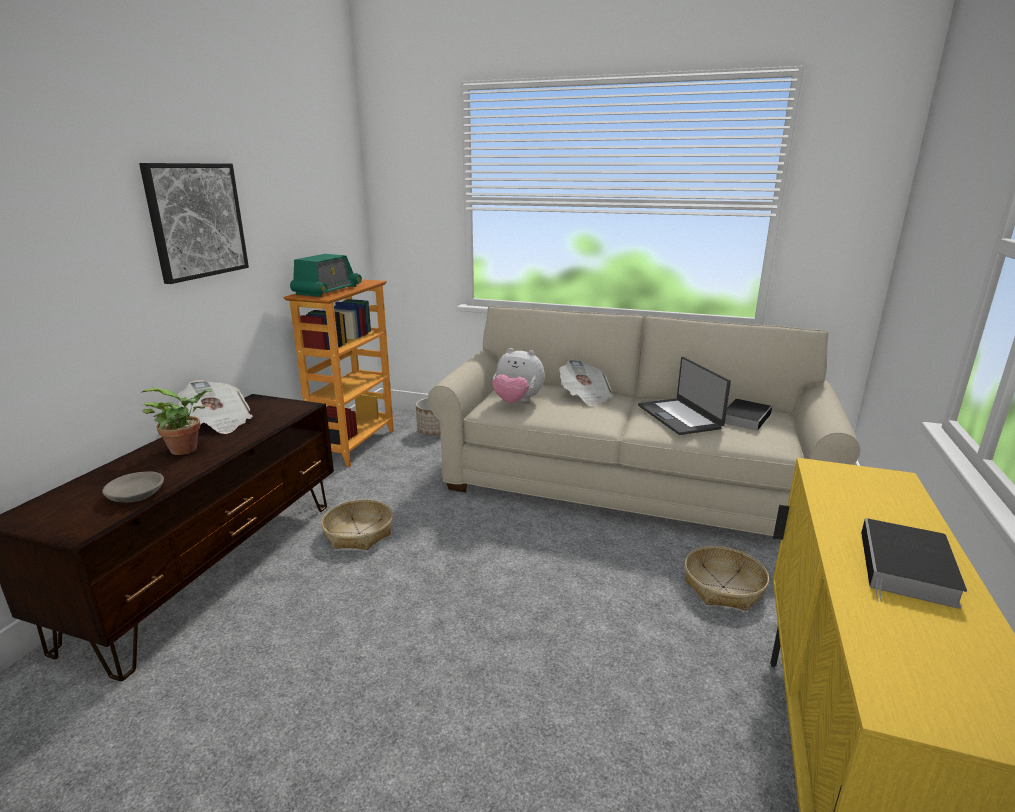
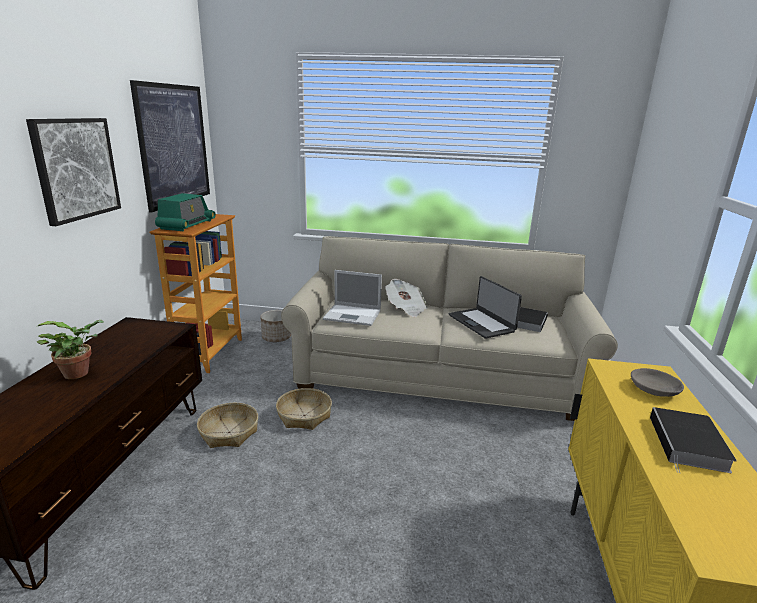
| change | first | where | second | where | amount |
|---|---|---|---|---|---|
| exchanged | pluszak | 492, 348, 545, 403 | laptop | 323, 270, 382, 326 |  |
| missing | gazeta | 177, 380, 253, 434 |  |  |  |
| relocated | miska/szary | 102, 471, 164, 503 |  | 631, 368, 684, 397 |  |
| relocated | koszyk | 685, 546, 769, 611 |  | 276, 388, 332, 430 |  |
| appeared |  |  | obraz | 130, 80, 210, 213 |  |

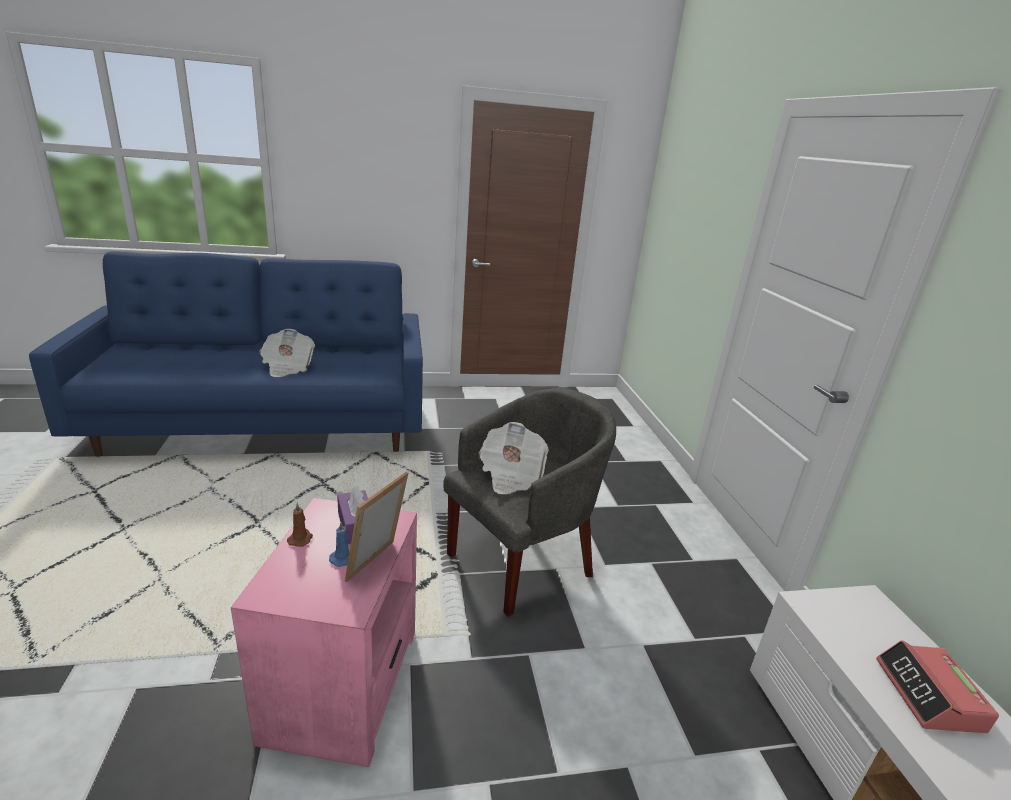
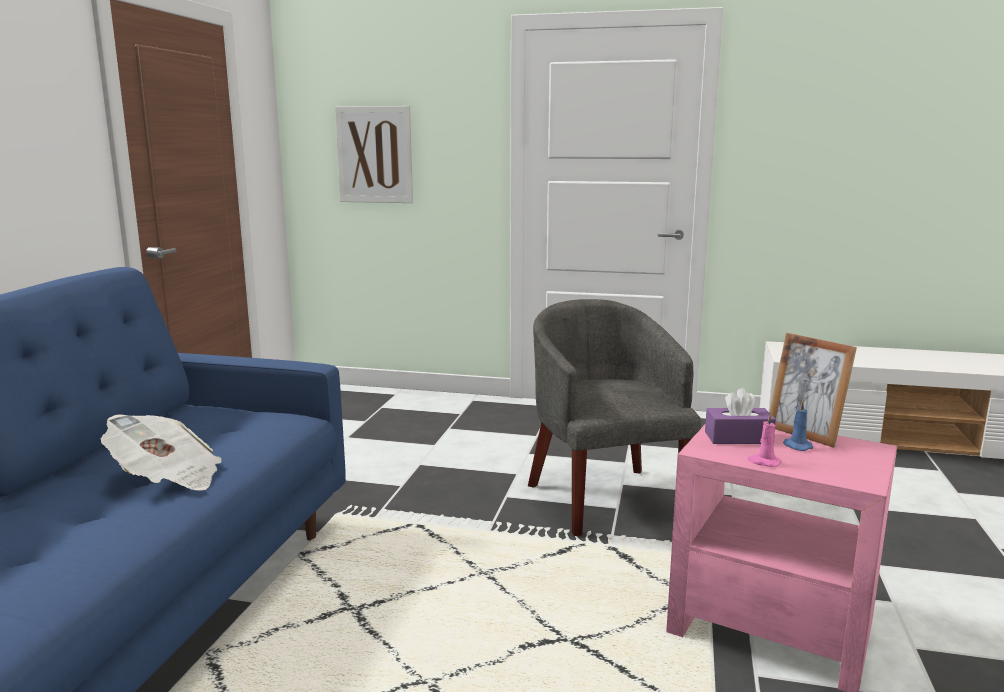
| change | first | where | second | where | amount |
|---|---|---|---|---|---|
| missing | gazeta | 479, 422, 549, 494 |  |  |  |
| colour | świeca/brązowy | 287, 503, 313, 547 | świeca/różowy | 747, 413, 782, 467 |  |
| missing | budzik | 876, 640, 999, 733 |  |  |  |
| appeared |  |  | obraz | 335, 106, 413, 203 |  |

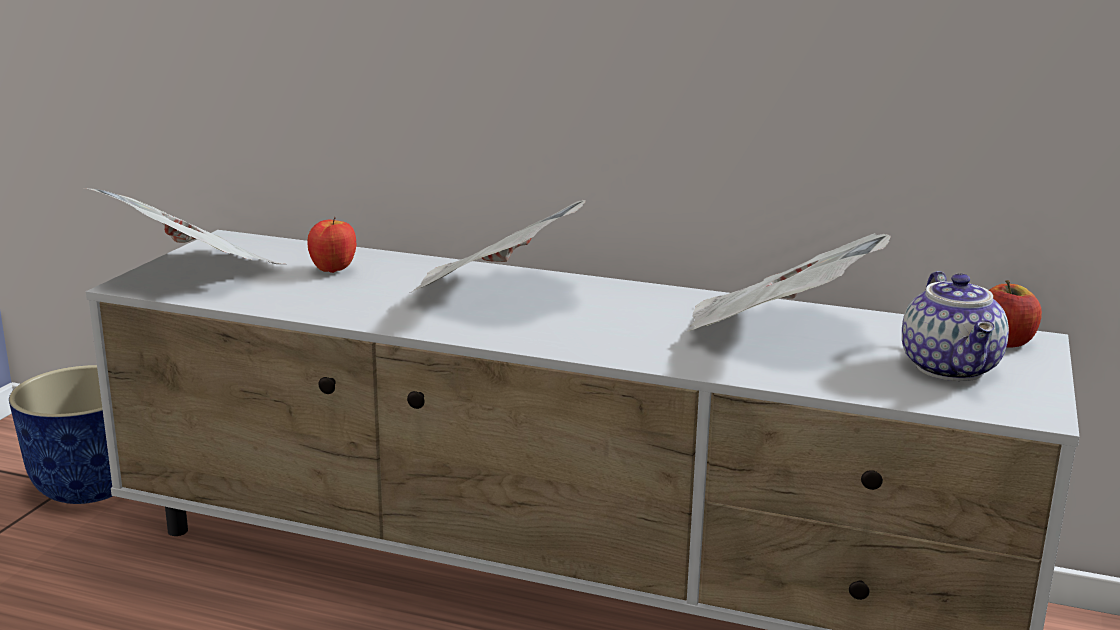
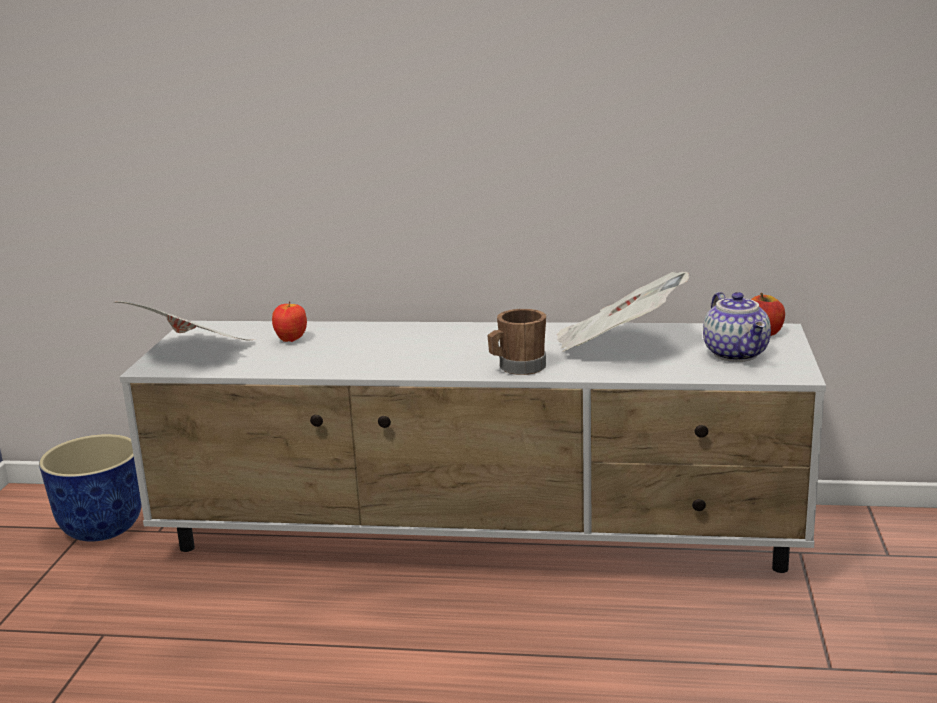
| change | first | where | second | where | amount |
|---|---|---|---|---|---|
| missing | gazeta | 410, 200, 586, 293 |  |  |  |
| appeared |  |  | kubek/brązowy | 487, 309, 546, 375 |  |

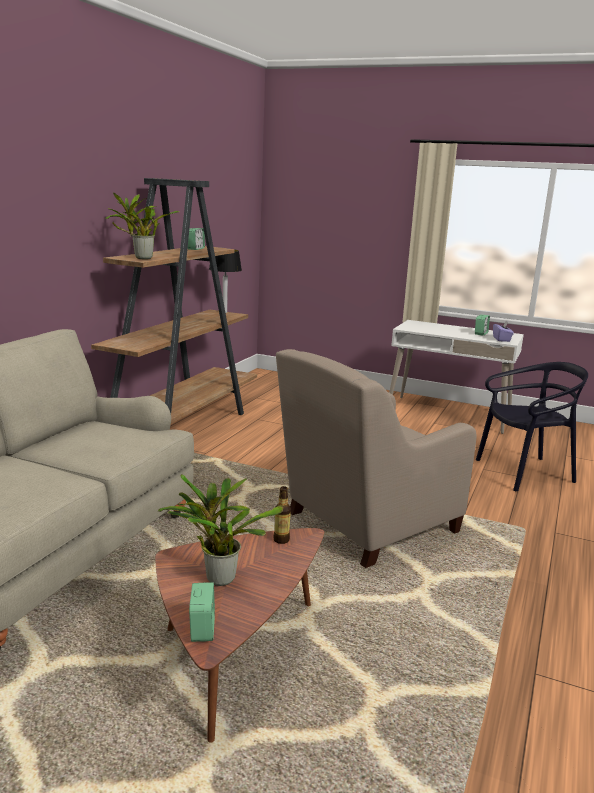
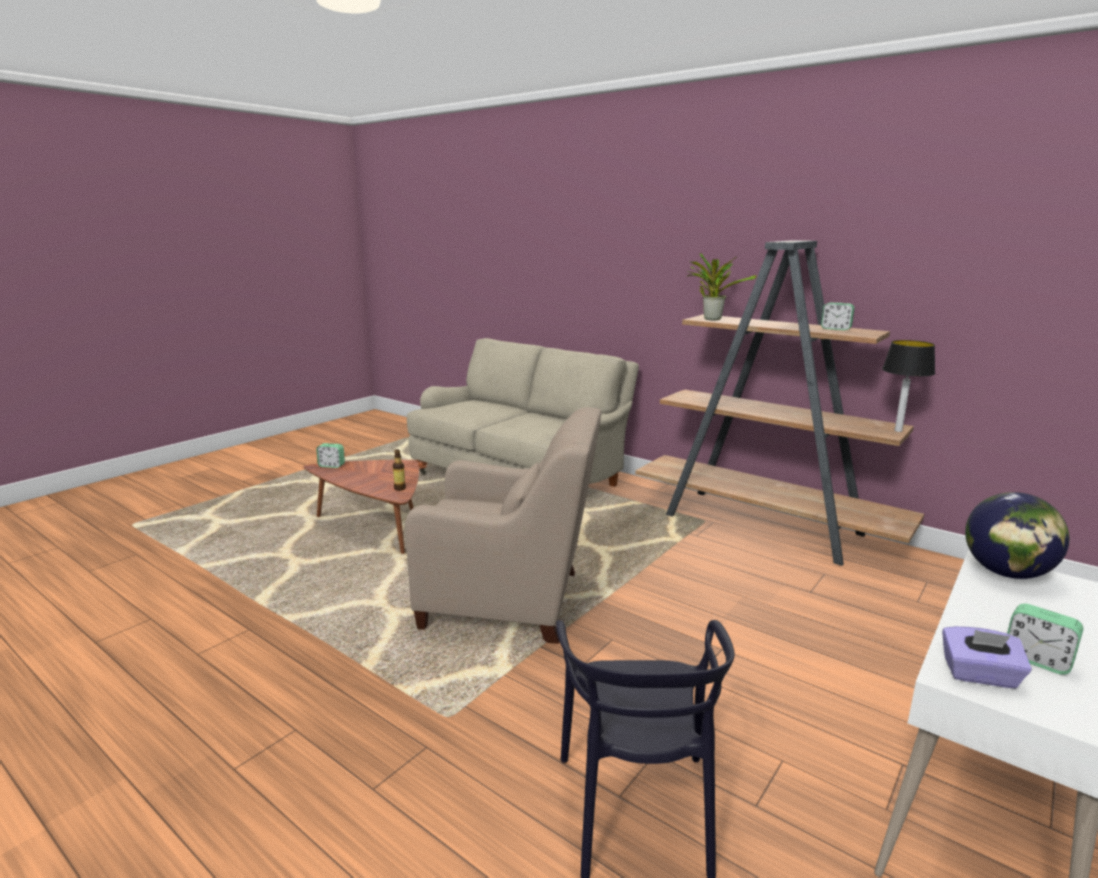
| change | first | where | second | where | amount |
|---|---|---|---|---|---|
| spun | fotel/beżowy | 276, 349, 476, 568 |  | 405, 407, 601, 644 | 120 degrees clockwise |
| missing | roślina doniczkowa | 158, 474, 283, 586 |  |  |  |
| appeared |  |  | globus | 965, 492, 1069, 579 |  |

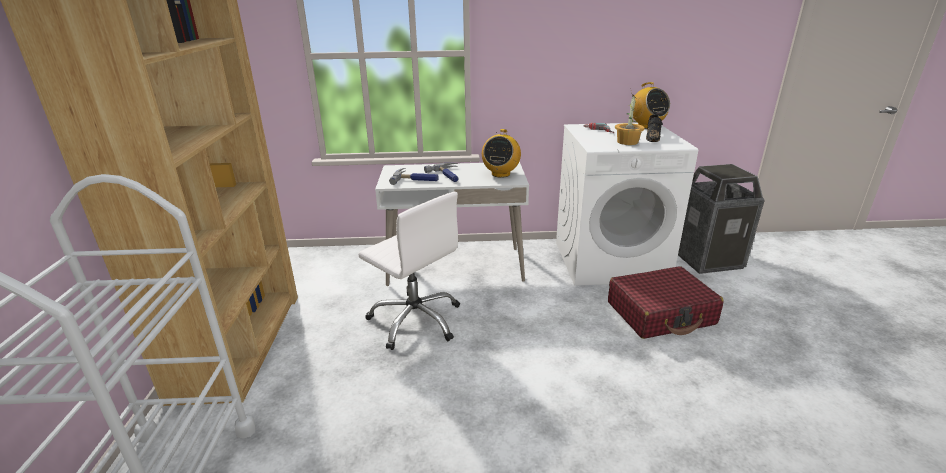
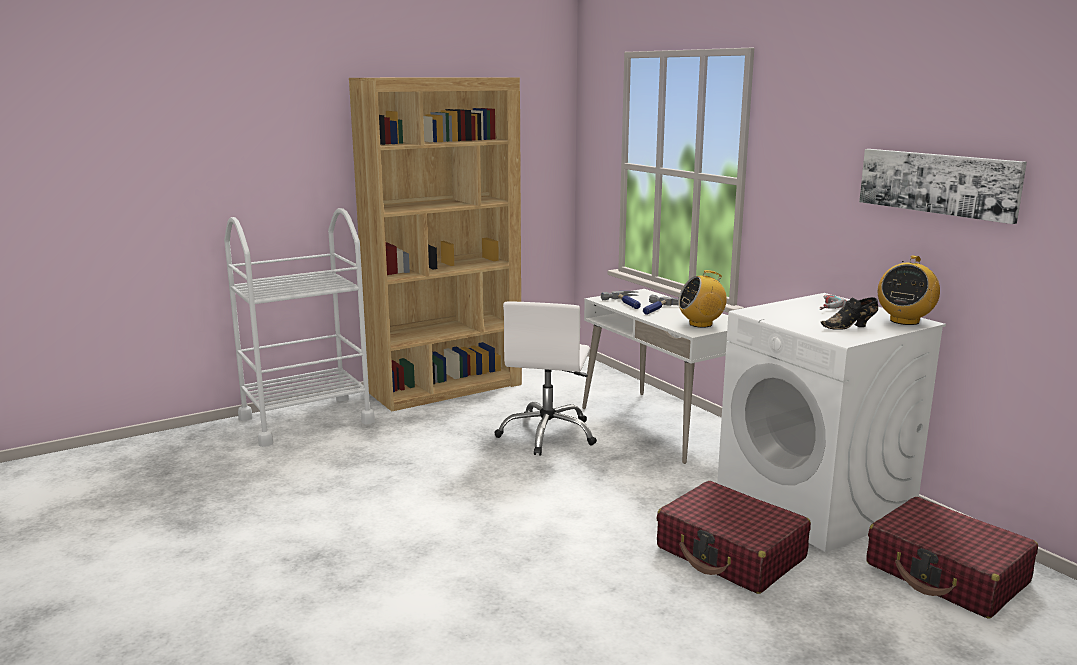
| change | first | where | second | where | amount |
|---|---|---|---|---|---|
| missing | roślina doniczkowa | 615, 94, 645, 145 |  |  |  |
| exchanged | kosz na śmieci | 678, 164, 765, 274 | walizka/czerwony | 866, 497, 1038, 619 |  |
| appeared |  |  | obraz | 859, 149, 1027, 224 |  |

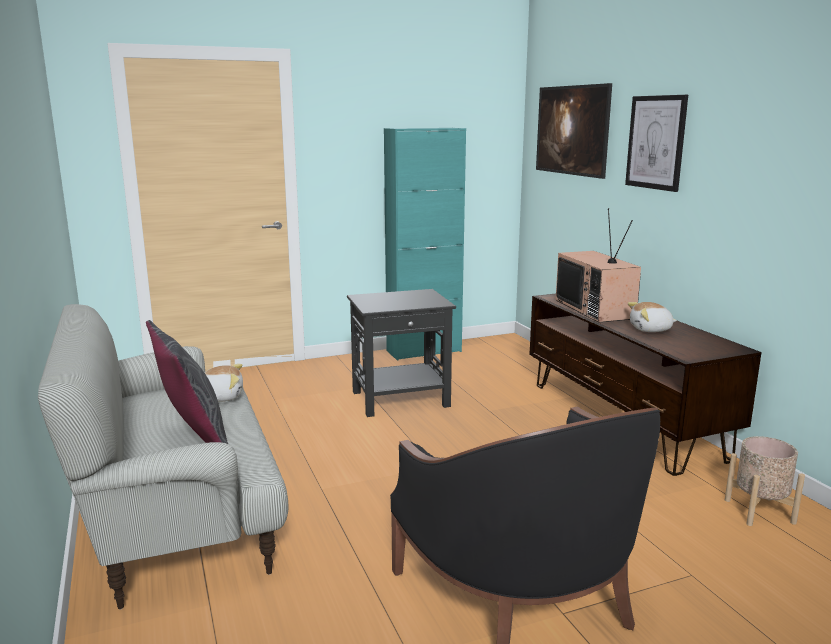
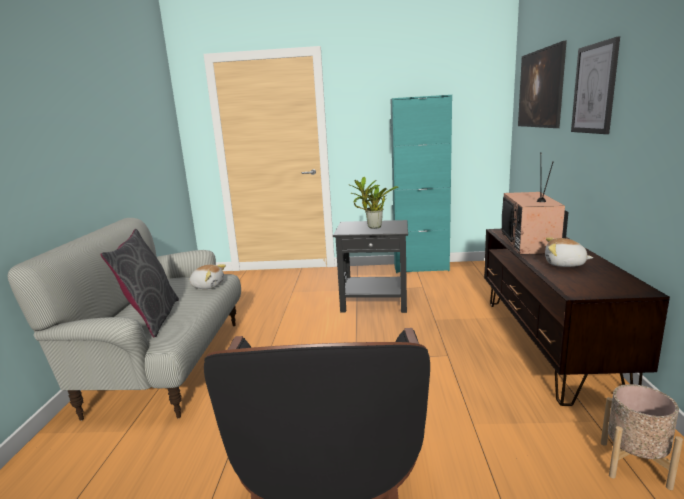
| change | first | where | second | where | amount |
|---|---|---|---|---|---|
| appeared |  |  | roślina doniczkowa | 349, 177, 399, 229 |  |

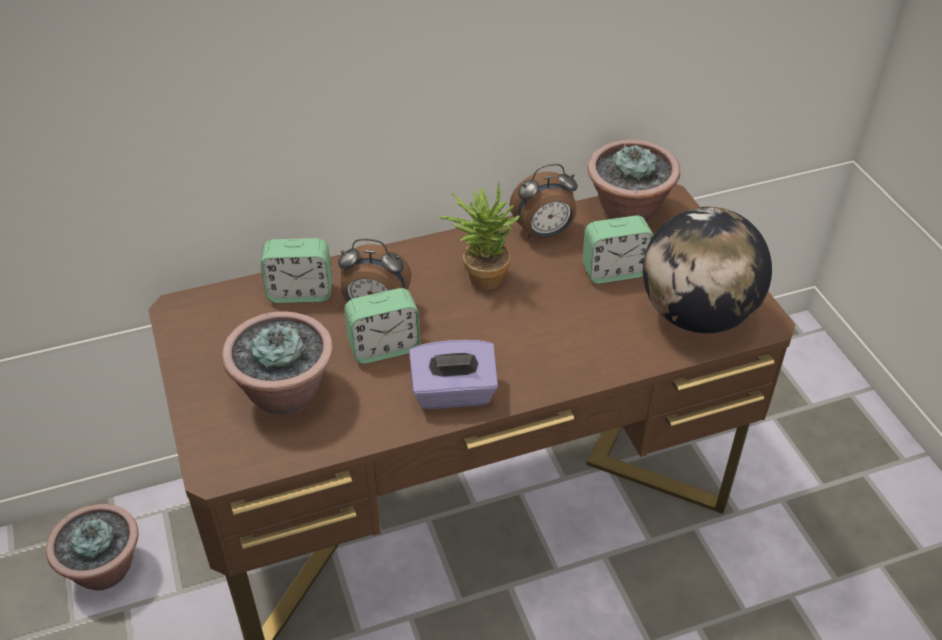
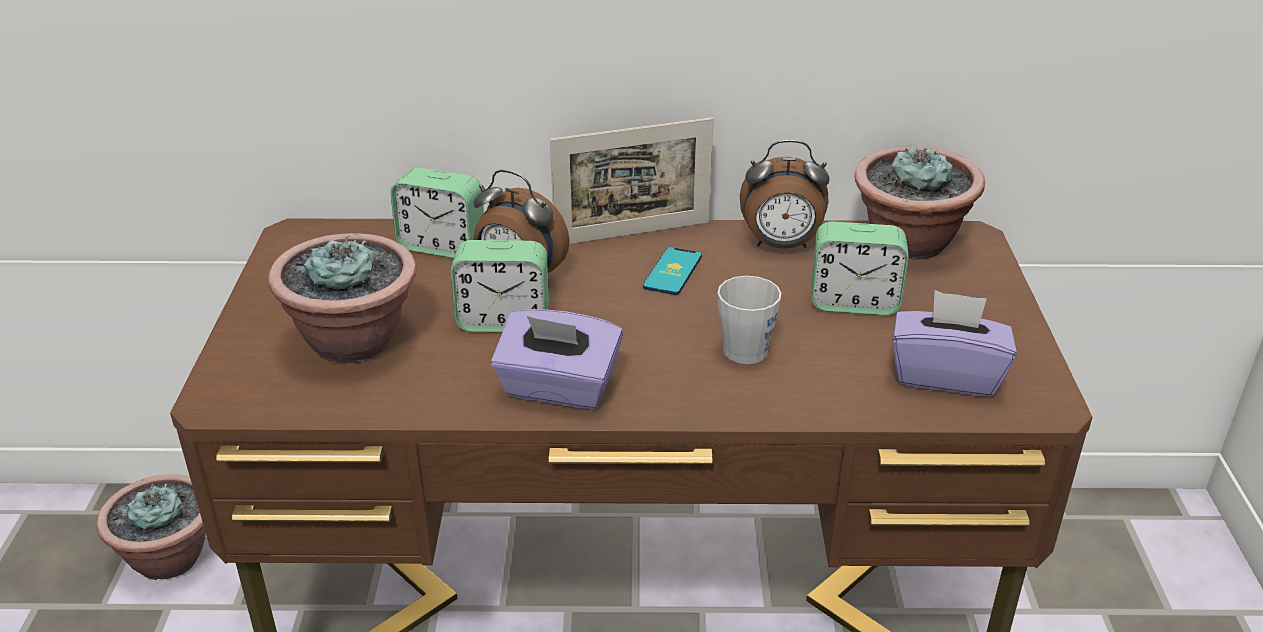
| change | first | where | second | where | amount |
|---|---|---|---|---|---|
| exchanged | roślina doniczkowa | 440, 182, 520, 290 | telefon | 643, 247, 702, 295 |  |
| exchanged | globus | 643, 206, 772, 333 | pudełko chusteczek/fioletowy | 892, 290, 1017, 397 |  |
| appeared |  |  | ramka na zdjęcie | 550, 117, 714, 244 |  |
| appeared |  |  | kubek/szary | 718, 276, 781, 364 |  |

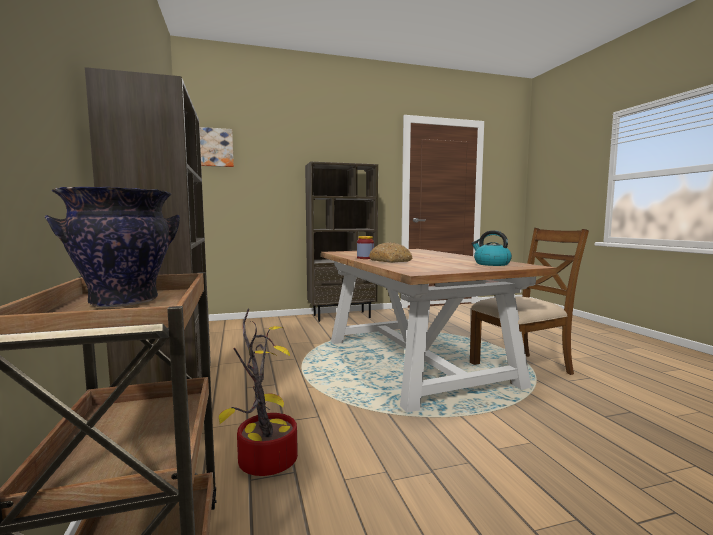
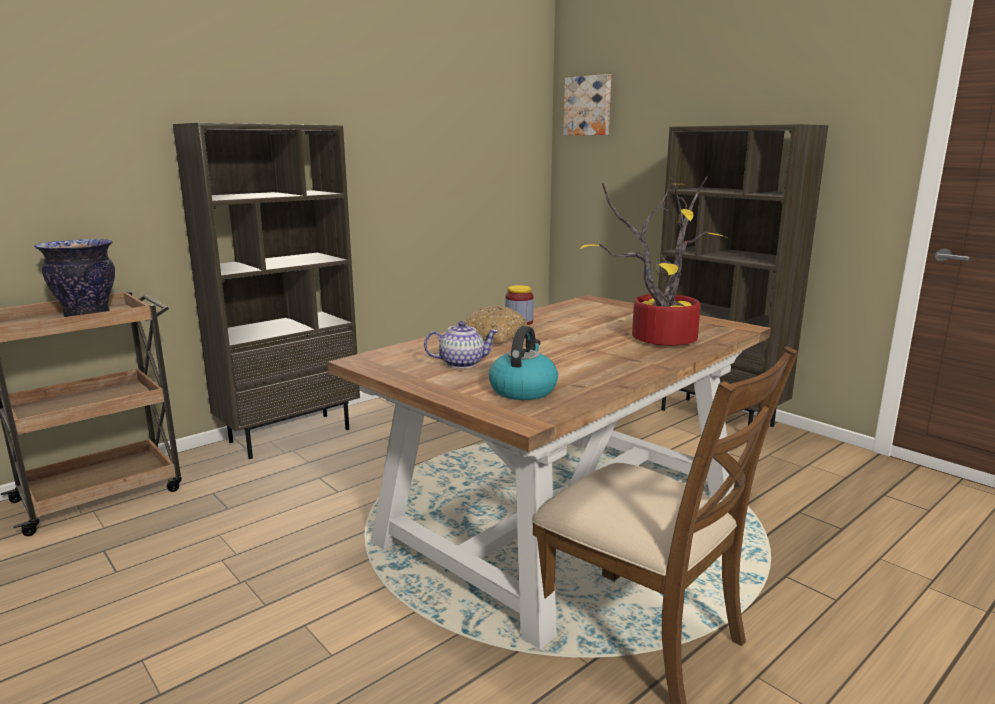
| change | first | where | second | where | amount |
|---|---|---|---|---|---|
| relocated | roślina doniczkowa | 219, 309, 298, 476 |  | 579, 176, 732, 346 |  |
| appeared |  |  | imbryk | 424, 321, 499, 369 |  |

